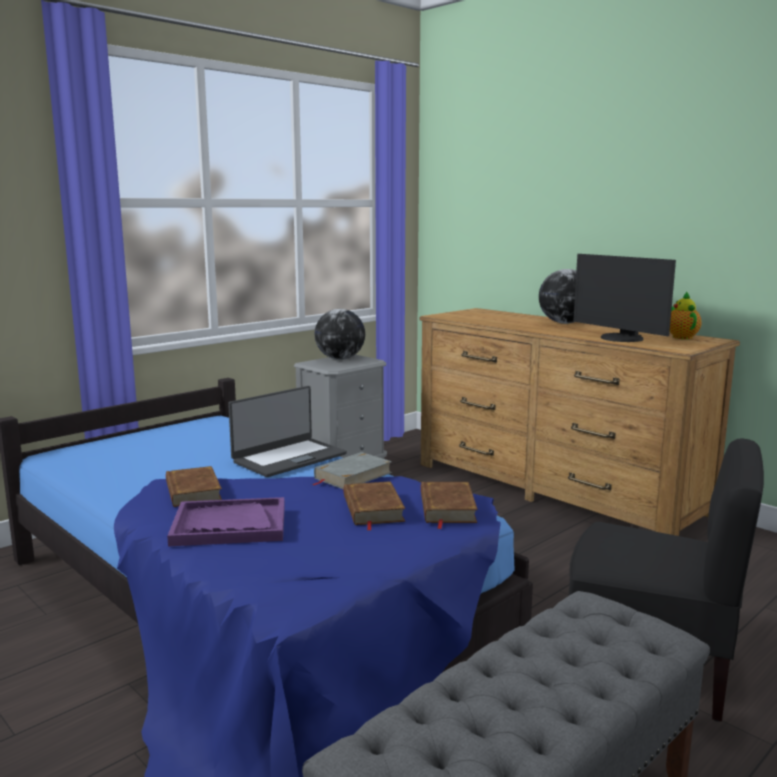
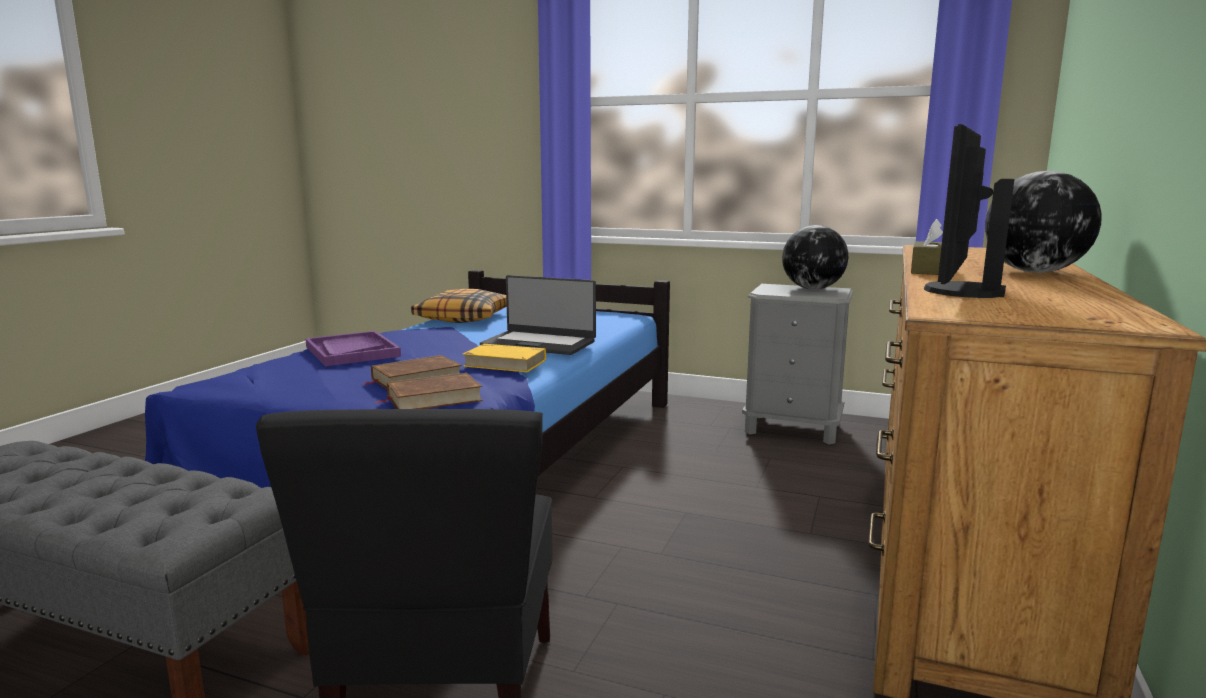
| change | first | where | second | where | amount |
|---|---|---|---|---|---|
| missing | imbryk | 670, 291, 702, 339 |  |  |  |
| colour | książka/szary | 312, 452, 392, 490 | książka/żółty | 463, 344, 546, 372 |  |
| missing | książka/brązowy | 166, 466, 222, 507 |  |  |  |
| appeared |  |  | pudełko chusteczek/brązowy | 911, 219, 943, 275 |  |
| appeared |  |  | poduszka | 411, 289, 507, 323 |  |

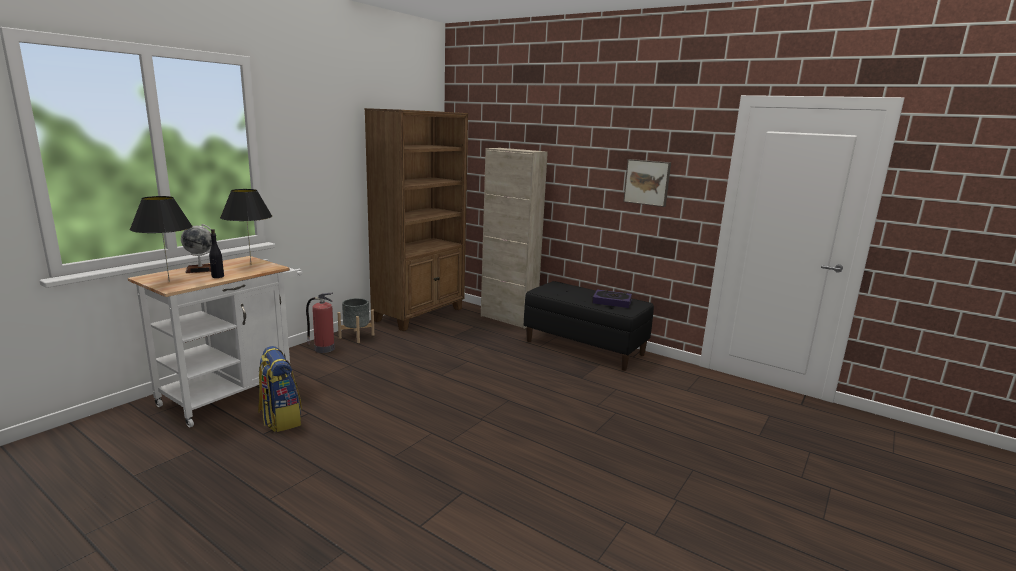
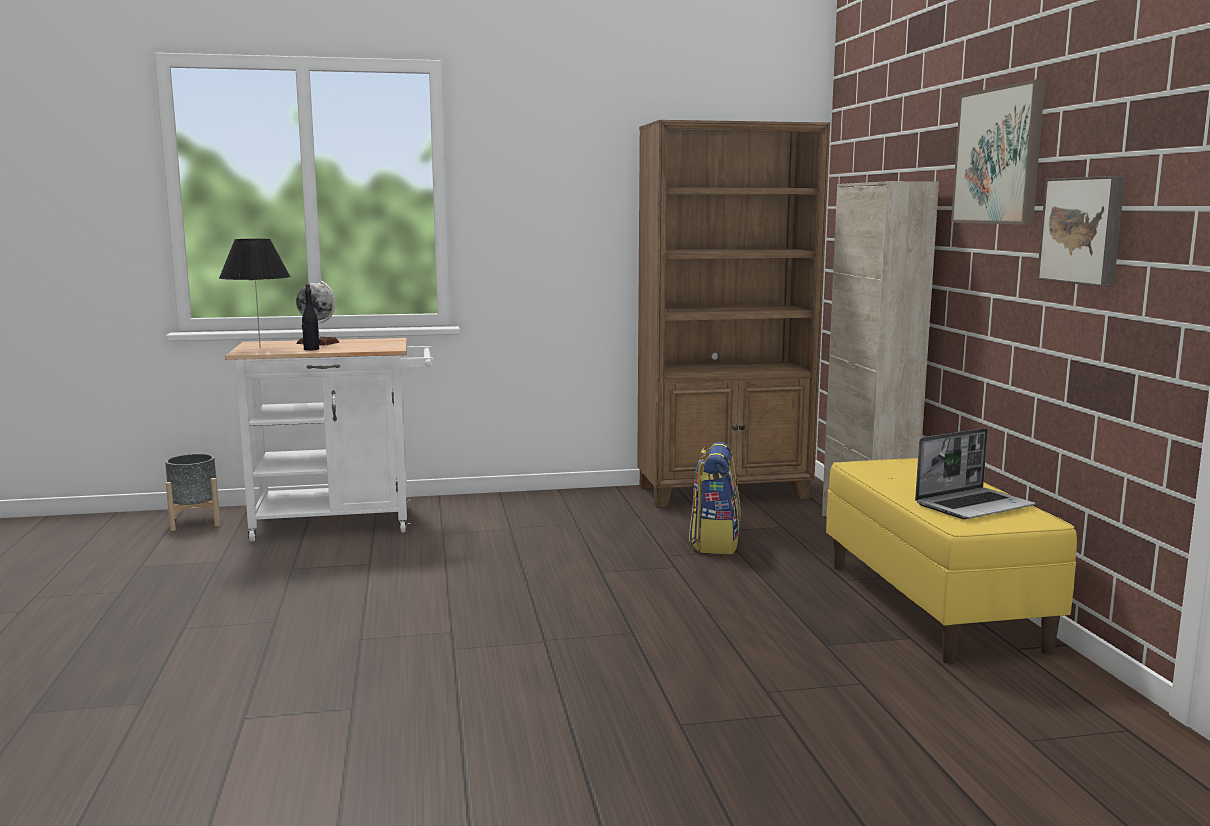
| change | first | where | second | where | amount |
|---|---|---|---|---|---|
| missing | lampa stołowa/czarny | 220, 189, 272, 261 |  |  |  |
| colour | ławka/czarny | 524, 281, 654, 371 | ławka/żółty | 826, 458, 1077, 664 |  |
| exchanged | książka | 592, 290, 632, 308 | laptop | 915, 428, 1035, 519 |  |
| missing | gaśnica | 306, 293, 335, 353 |  |  |  |
| relocated | donica/szary | 338, 298, 374, 343 |  | 165, 454, 220, 531 |  |
| relocated | plecak | 258, 346, 302, 432 |  | 689, 442, 741, 554 |  |
| appeared |  |  | obraz | 951, 79, 1045, 225 |  |

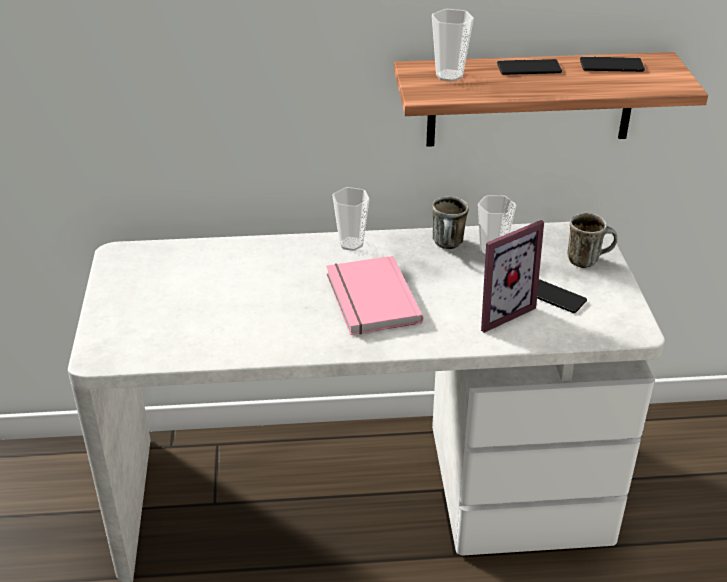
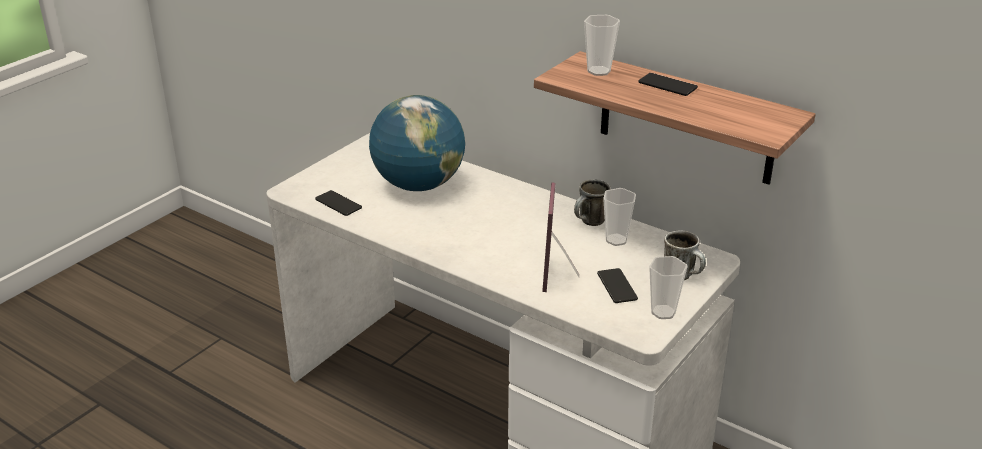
| change | first | where | second | where | amount |
|---|---|---|---|---|---|
| relocated | telefon | 580, 57, 645, 72 |  | 315, 190, 362, 216 |  |
| relocated | filiżanka | 332, 187, 370, 251 |  | 649, 256, 688, 319 |  |
| spun | ramka na zdjęcie | 481, 220, 544, 333 |  | 542, 183, 579, 292 | 90 degrees clockwise |
| missing | książka/różowy | 326, 256, 423, 335 |  |  |  |
| appeared |  |  | globus | 369, 95, 465, 191 |  |

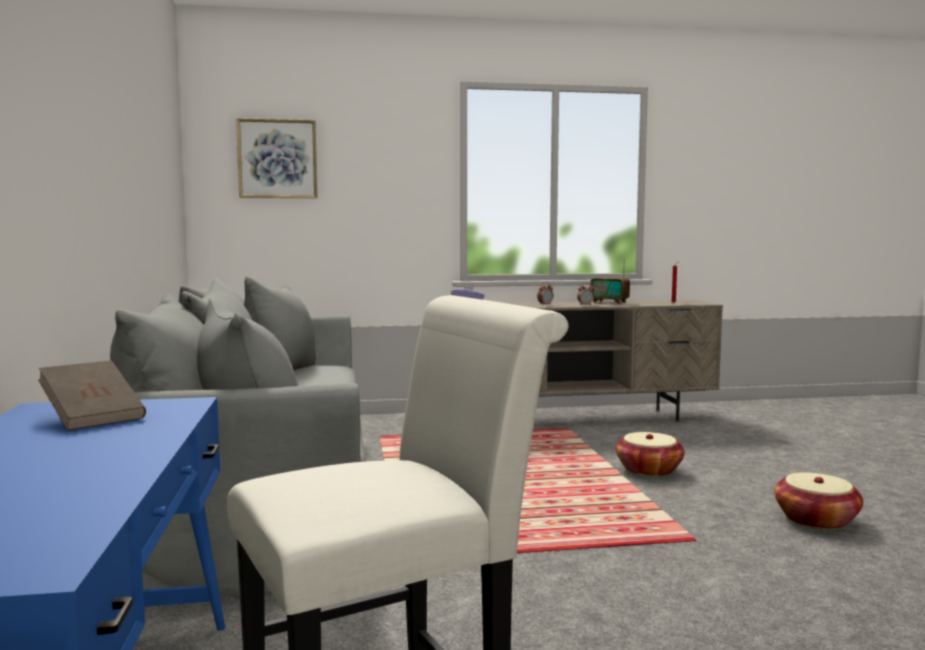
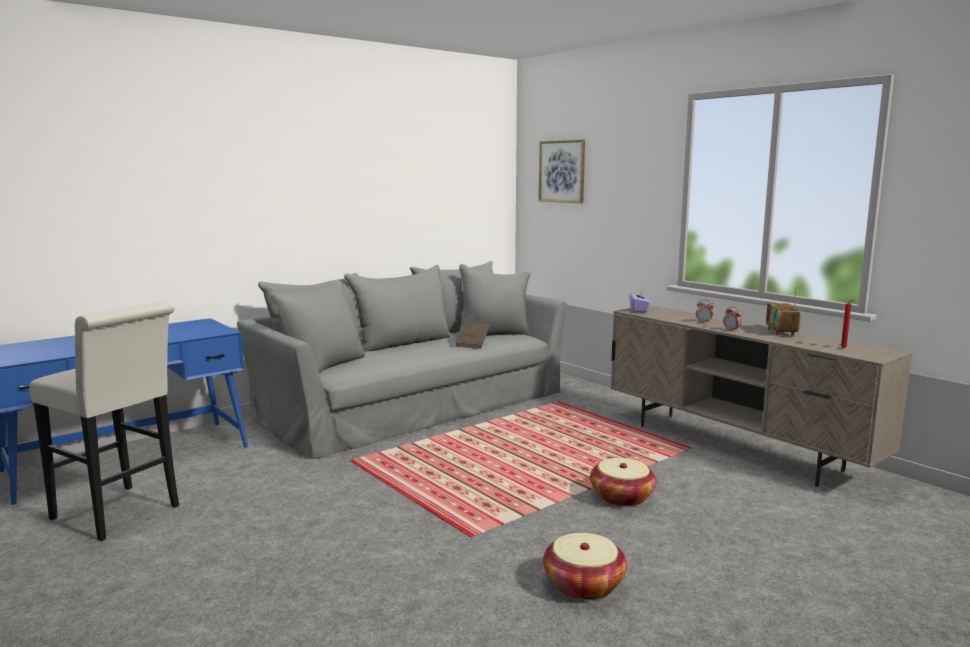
| change | first | where | second | where | amount |
|---|---|---|---|---|---|
| relocated | książka/brązowy | 38, 360, 146, 431 |  | 455, 323, 489, 349 |  |

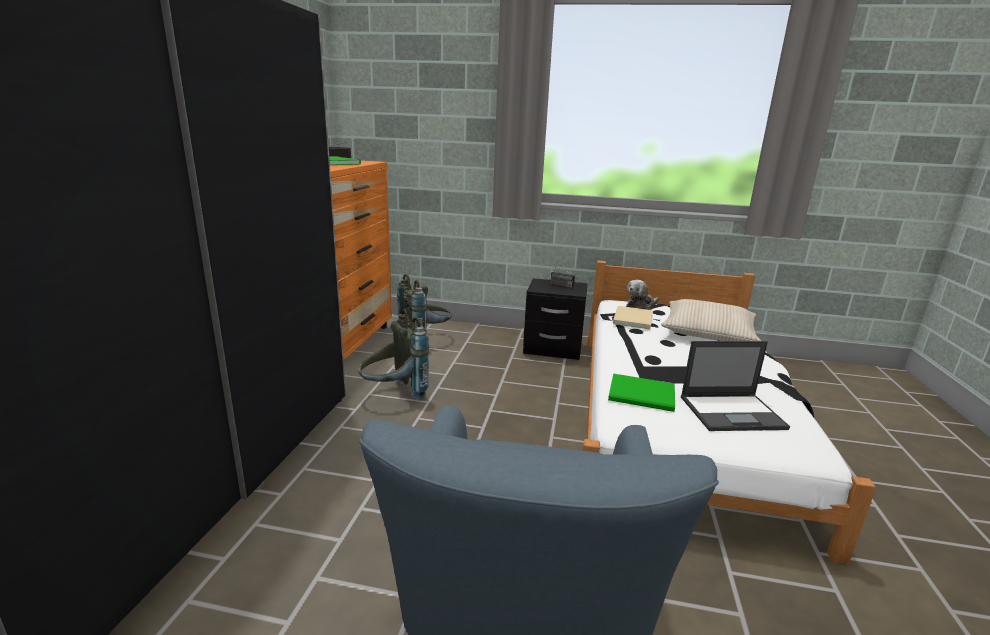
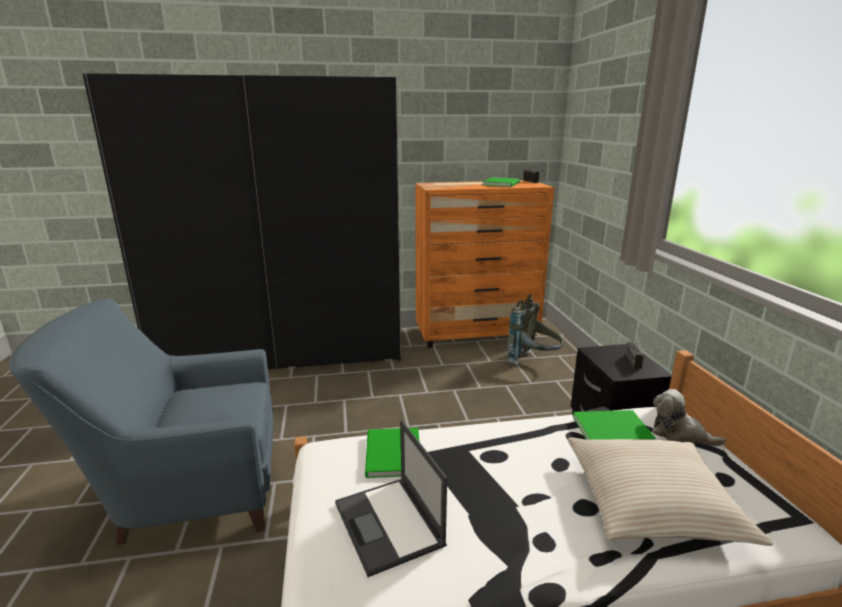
| change | first | where | second | where | amount |
|---|---|---|---|---|---|
| colour | książka/beżowy | 613, 306, 653, 330 | książka/zielony | 573, 410, 656, 440 |  |
| missing | plecak/szary | 358, 309, 429, 400 |  |  |  |

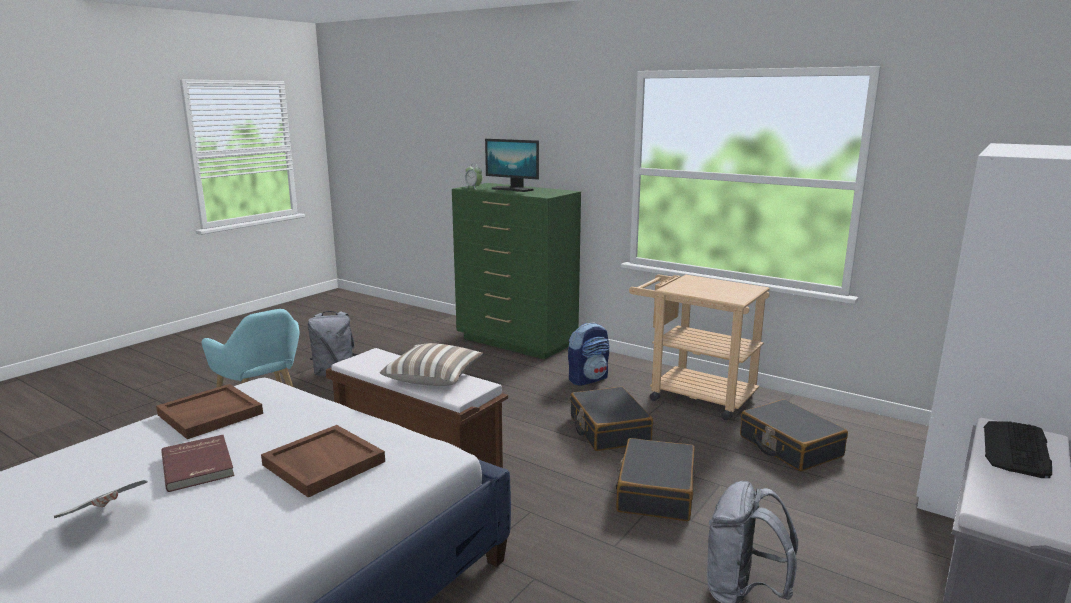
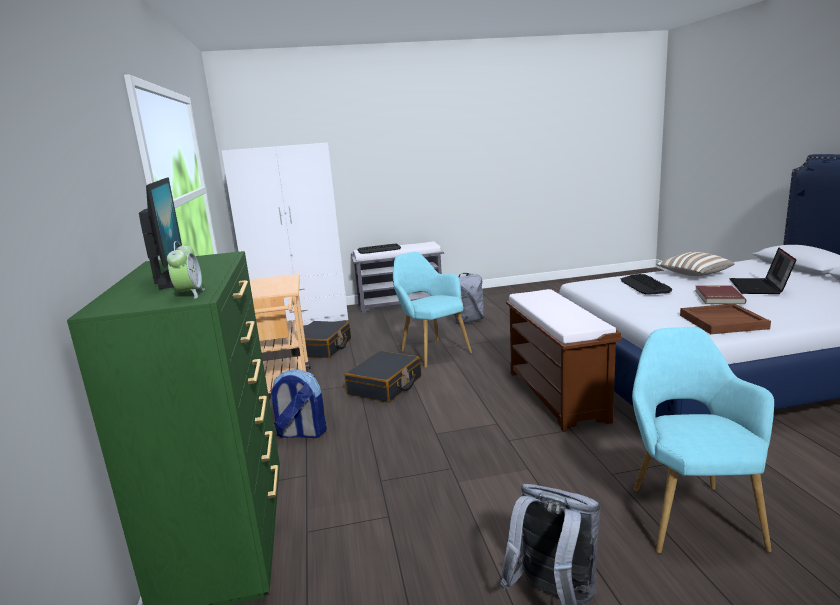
| change | first | where | second | where | amount |
|---|---|---|---|---|---|
| relocated | poduszka | 380, 343, 483, 386 |  | 656, 252, 735, 276 |  |
| exchanged | taca/brązowy | 261, 425, 385, 498 | klawiatura | 620, 274, 672, 294 |  |
| exchanged | walizka/czarny | 616, 438, 695, 521 | fotel/turkusowy | 393, 252, 472, 368 |  |
| exchanged | gazeta | 54, 480, 147, 518 | laptop | 729, 248, 797, 294 |  |

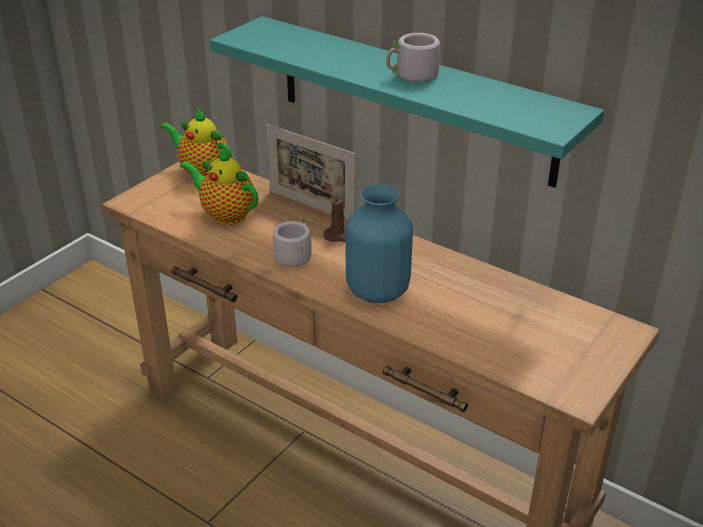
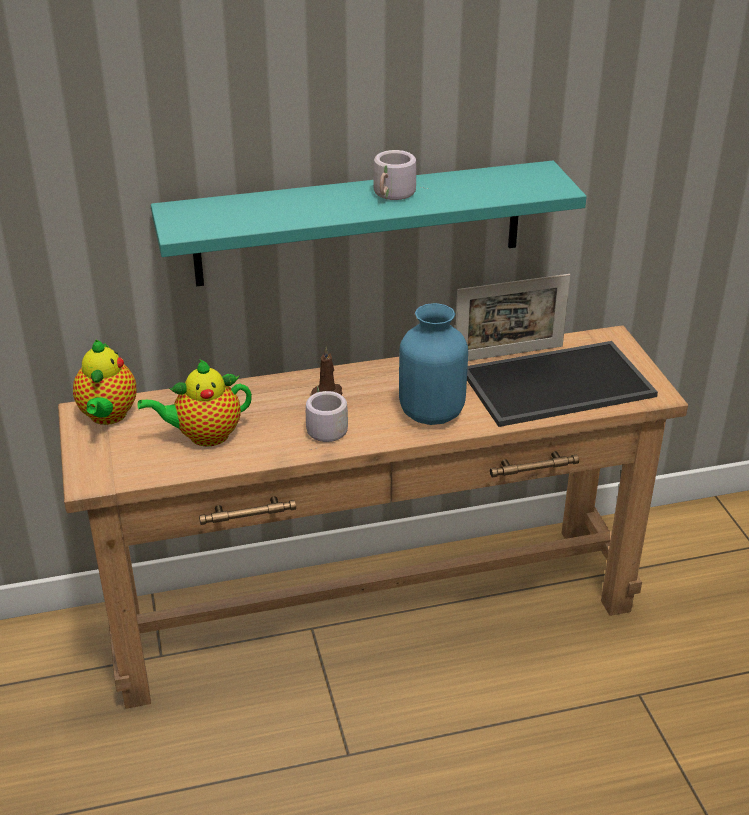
| change | first | where | second | where | amount |
|---|---|---|---|---|---|
| spun | imbryk | 160, 109, 232, 178 |  | 73, 340, 137, 425 | 75 degrees counterclockwise |
| relocated | ramka na zdjęcie | 266, 124, 356, 220 |  | 455, 274, 570, 361 |  |
| appeared |  |  | taca | 467, 341, 658, 427 |  |

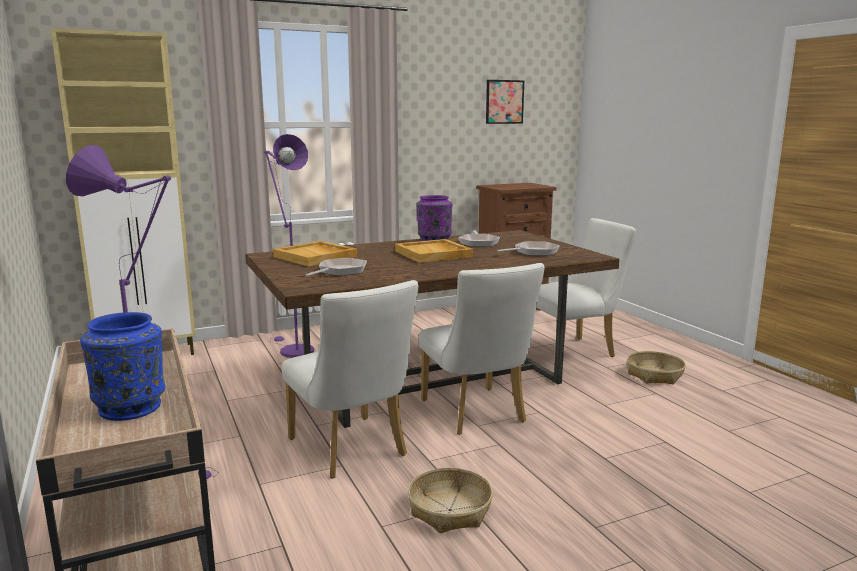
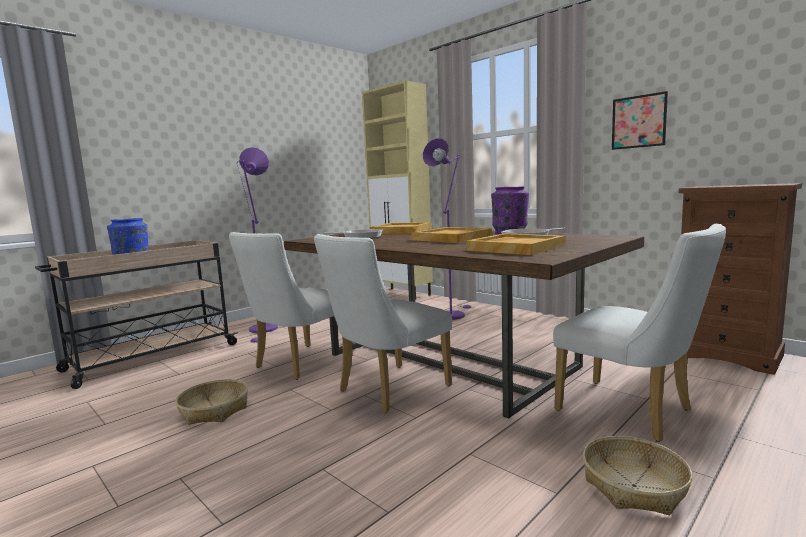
| change | first | where | second | where | amount |
|---|---|---|---|---|---|
| relocated | obraz | 486, 80, 524, 124 |  | 612, 91, 668, 150 |  |
| exchanged | patelnia | 497, 241, 560, 256 | taca/beżowy | 466, 233, 566, 255 |  |

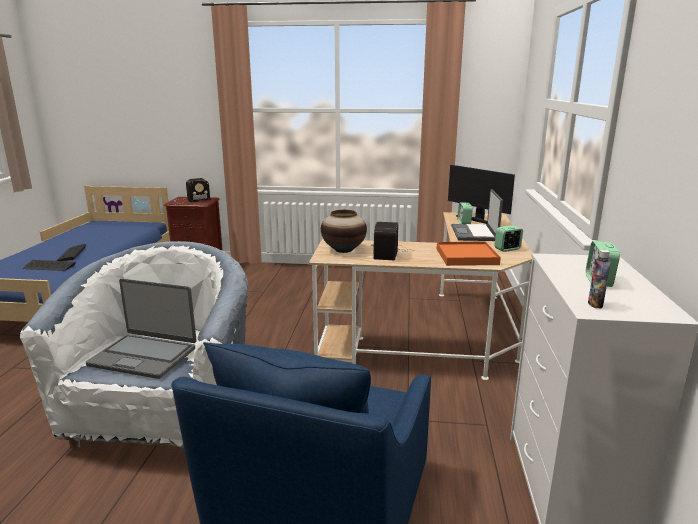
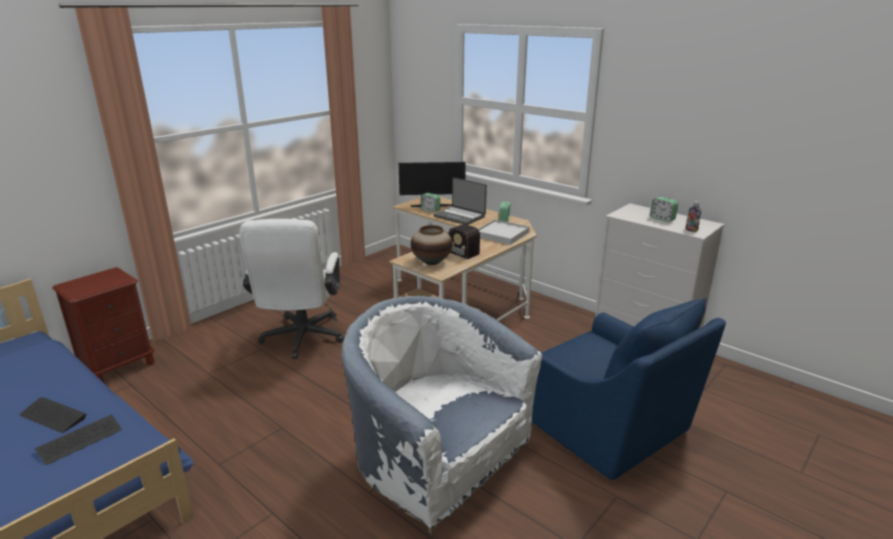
| change | first | where | second | where | amount |
|---|---|---|---|---|---|
| missing | radio | 176, 178, 210, 203 |  |  |  |
| colour | taca/pomarańczowy | 437, 242, 501, 266 | taca/biały | 478, 220, 530, 245 |  |
| missing | laptop | 86, 279, 197, 379 |  |  |  |
| appeared |  |  | krzesło biurowe/biały | 239, 219, 344, 359 |  |

